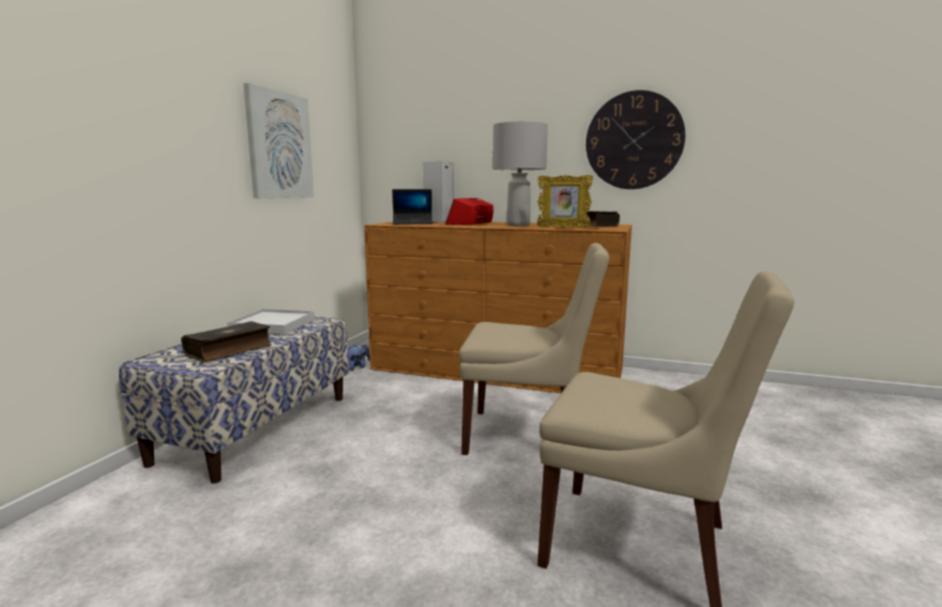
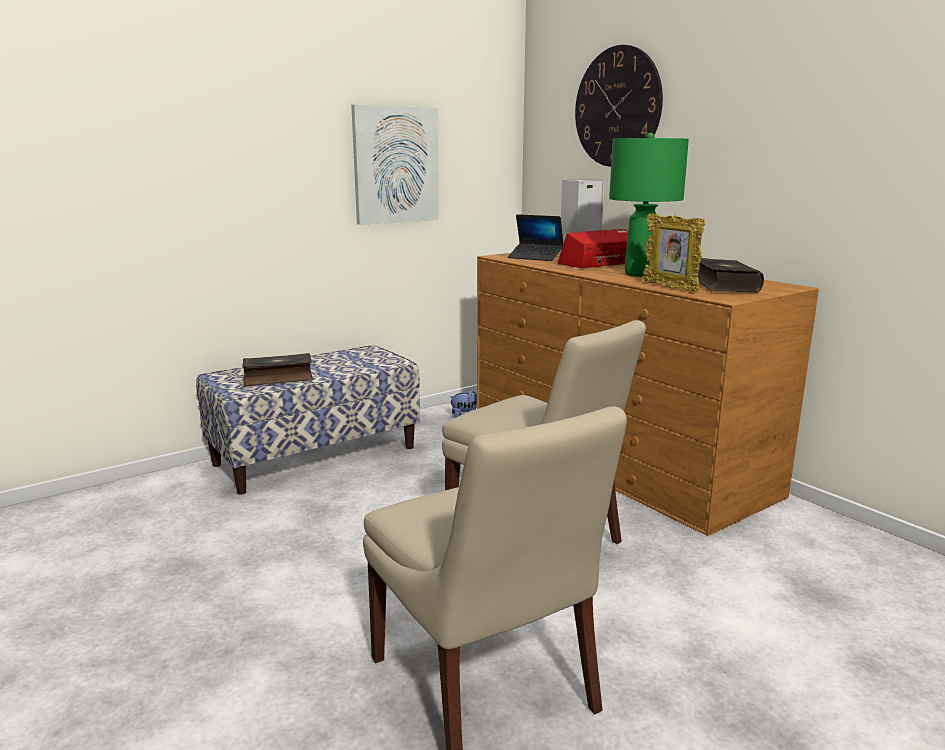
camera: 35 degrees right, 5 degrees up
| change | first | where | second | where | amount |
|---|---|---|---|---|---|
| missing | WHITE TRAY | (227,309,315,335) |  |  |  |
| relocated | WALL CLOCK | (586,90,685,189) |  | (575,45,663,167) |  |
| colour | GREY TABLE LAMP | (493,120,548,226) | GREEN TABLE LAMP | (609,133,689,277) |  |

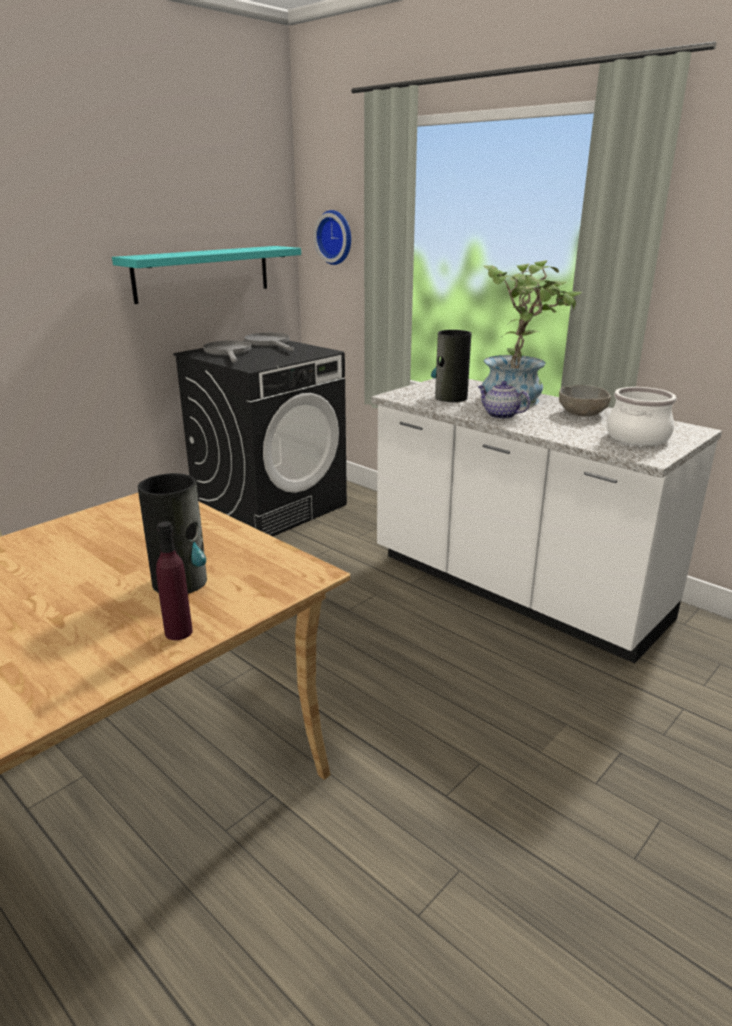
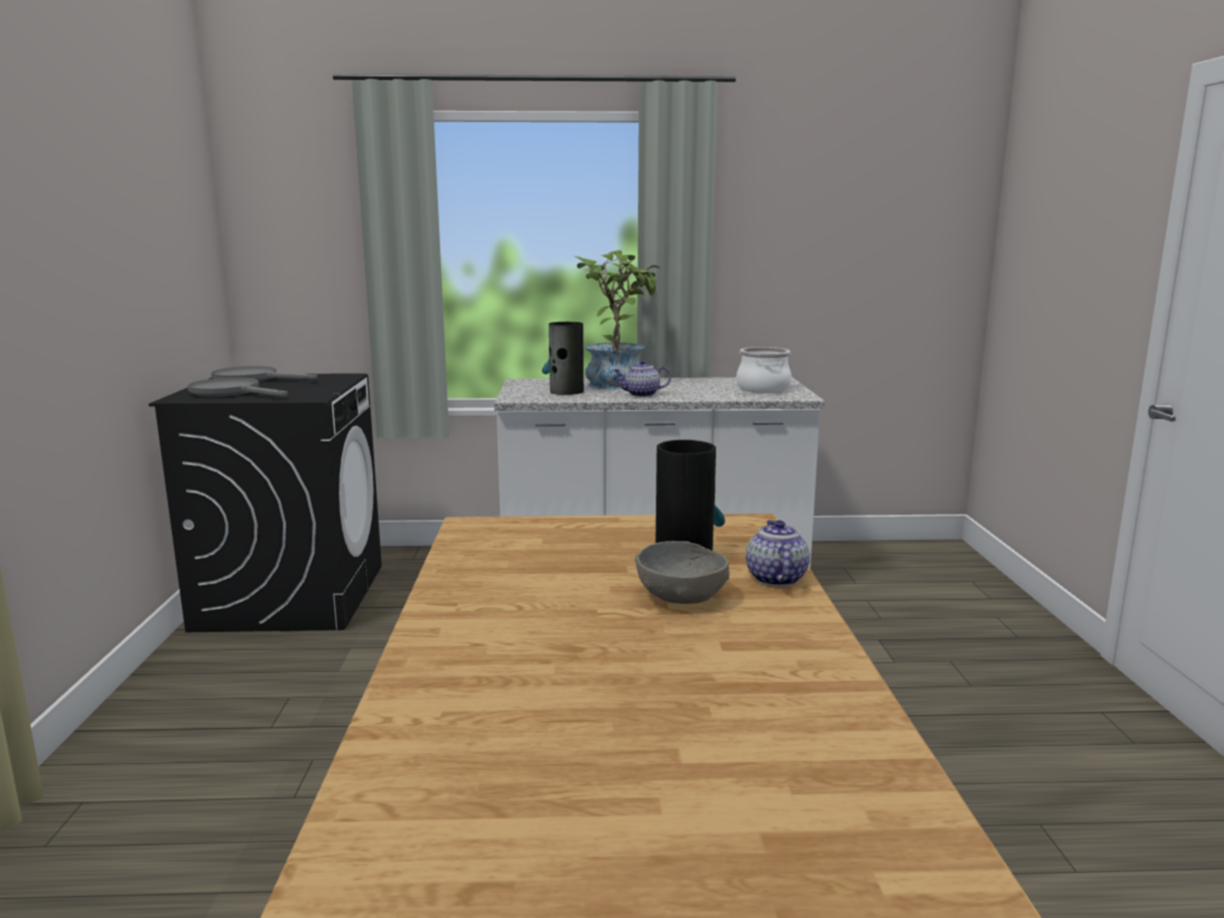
camera: 45 degrees left, 10 degrees down
| change | first | where | second | where | amount |
|---|---|---|---|---|---|
| missing | TURQUOISE SHELF | (112,246,301,304) |  |  |  |
| missing | WALL CLOCK | (314,210,351,265) |  |  |  |
| relocated | GREY BOWL | (559,385,611,416) |  | (635,541,730,604) |  |
| exchanged | PURPLE BOTTLE | (156,521,193,640) | TEAPOT | (746,520,810,586) |  |

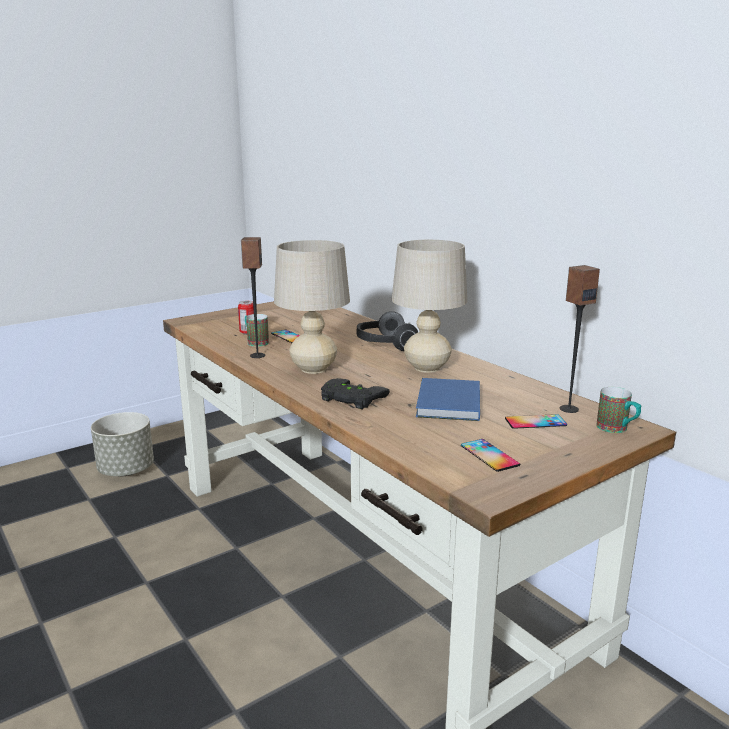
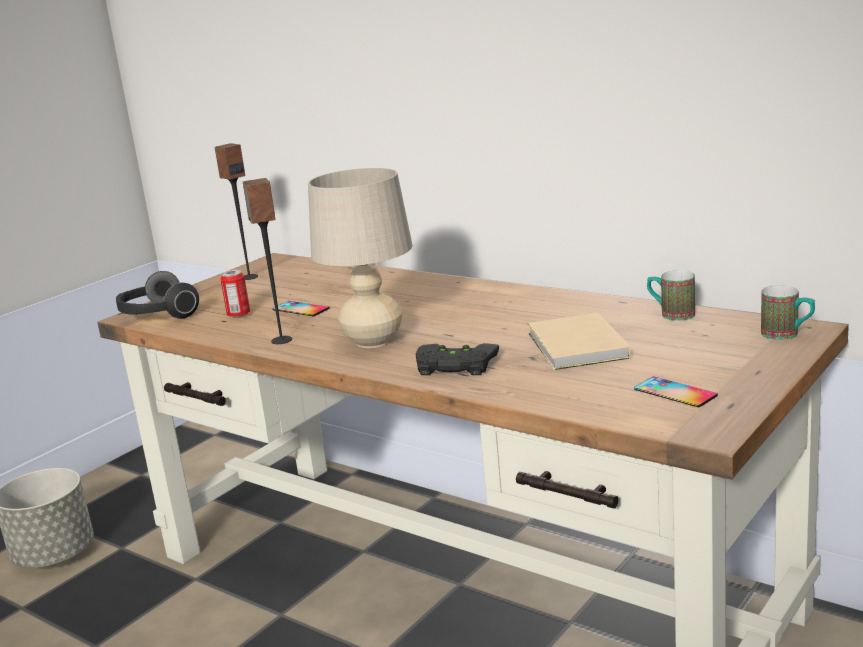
camera: 15 degrees left, 0 degrees up
| change | first | where | second | where | amount |
|---|---|---|---|---|---|
| missing | BEIGE TABLE LAMP | (392,240,467,373) |  |  |  |
| missing | PHONE | (505,414,567,429) |  |  |  |
| relocated | MUG | (245,314,269,346) |  | (647,270,695,321) |  |
| relocated | HEADPHONES | (357,311,418,351) |  | (116,271,199,319) |  |
| relocated | SPEAKER | (560,265,600,413) |  | (215,143,258,280) |  |
| colour | BLUE BOOK | (416,378,480,421) | BEIGE BOOK | (528,313,631,370) |  |

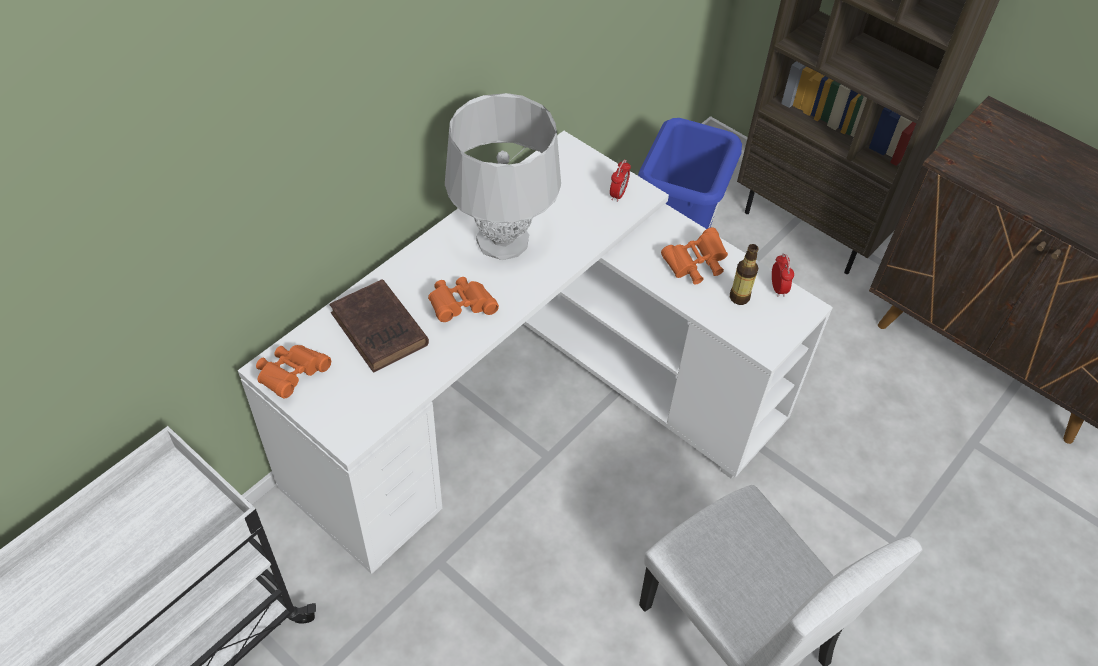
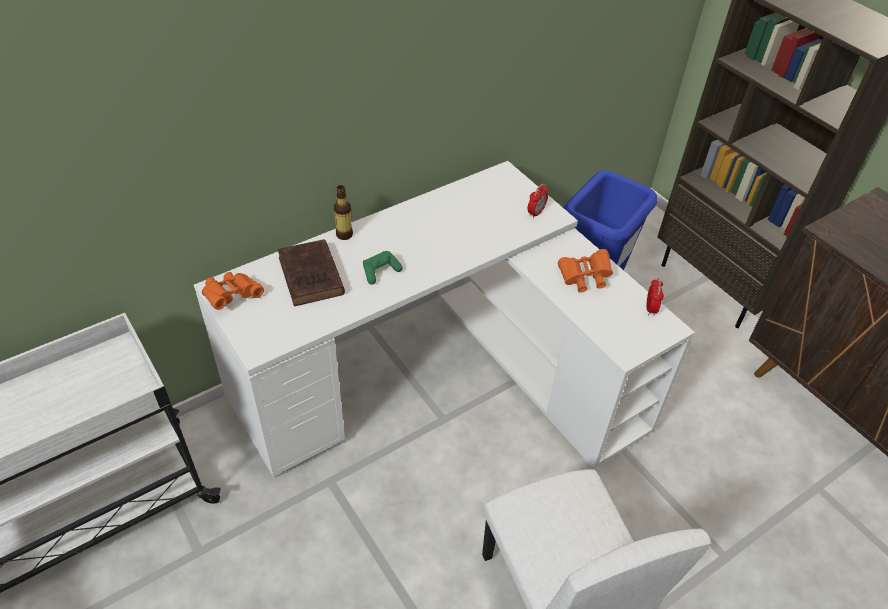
camera: 15 degrees right, 5 degrees down
| change | first | where | second | where | amount |
|---|---|---|---|---|---|
| missing | GREY TABLE LAMP | (445,93,561,260) |  |  |  |
| relocated | BOTTLE | (730,244,759,305) |  | (334,185,353,240) |  |
| exchanged | ORANGE BINOCULARS | (428,277,499,322) | GREEN GAME CONTROLLER | (363,251,403,285) |  |

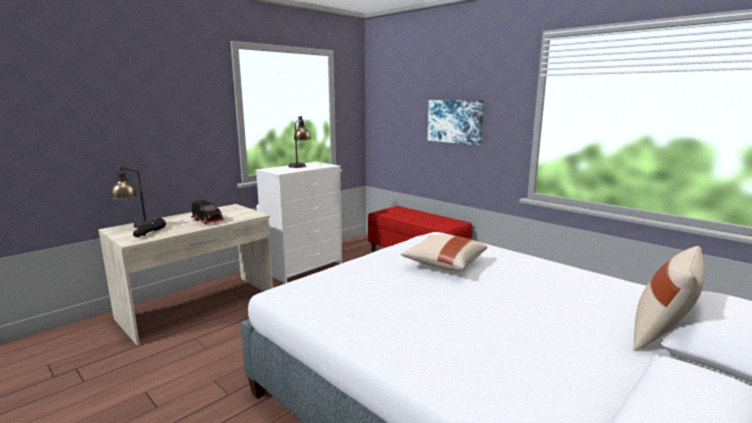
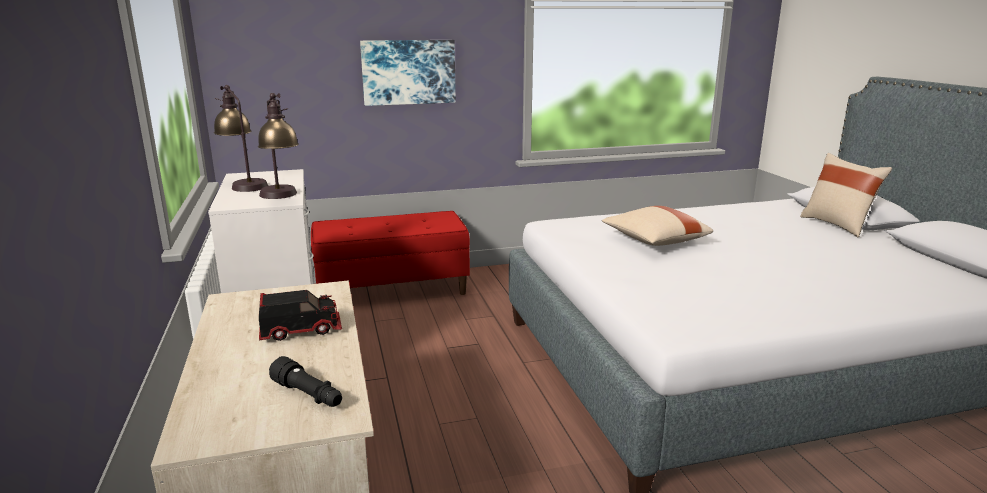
camera: 60 degrees left, 5 degrees up
| change | first | where | second | where | amount |
|---|---|---|---|---|---|
| relocated | TABLE LAMP | (110,166,155,228) |  | (258,93,299,199) |  |

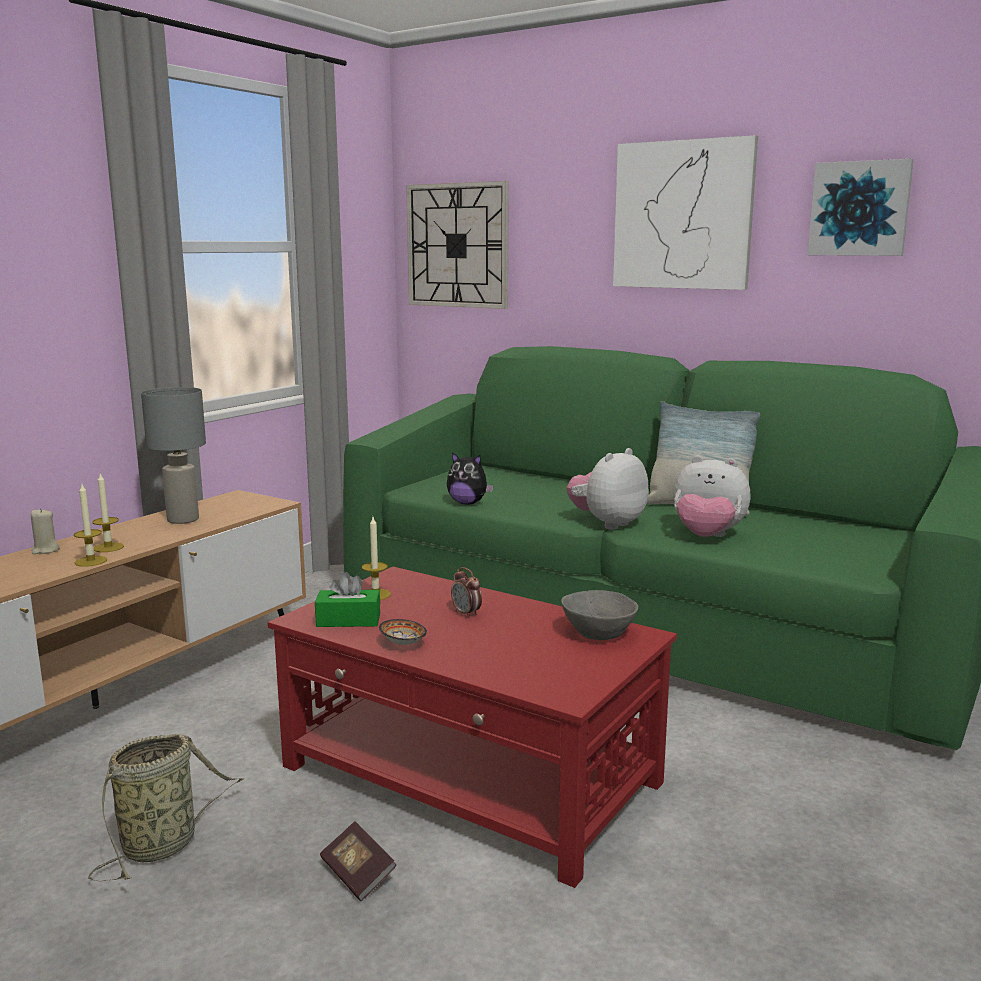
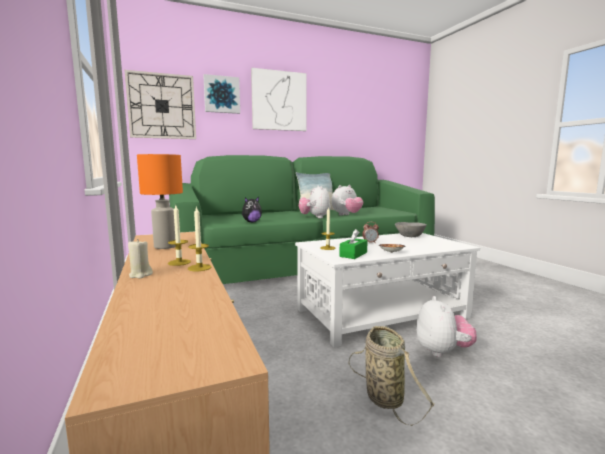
camera: 55 degrees left, 5 degrees down
| change | first | where | second | where | amount |
|---|---|---|---|---|---|
| relocated | PICTURE | (808,159,914,256) |  | (203,74,240,114) |  |
| exchanged | BOOK | (320,821,397,901) | PLUSH TOY | (417,296,477,357) |  |
| colour | GREY TABLE LAMP | (141,387,206,524) | ORANGE TABLE LAMP | (137,154,183,249) |  |
| colour | RED COFFEE TABLE | (268,567,677,888) | WHITE COFFEE TABLE | (295,233,480,347) |  |

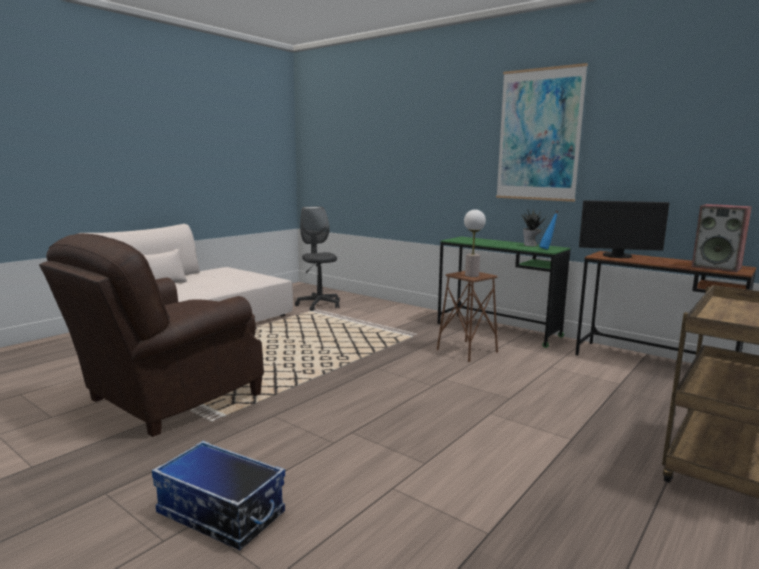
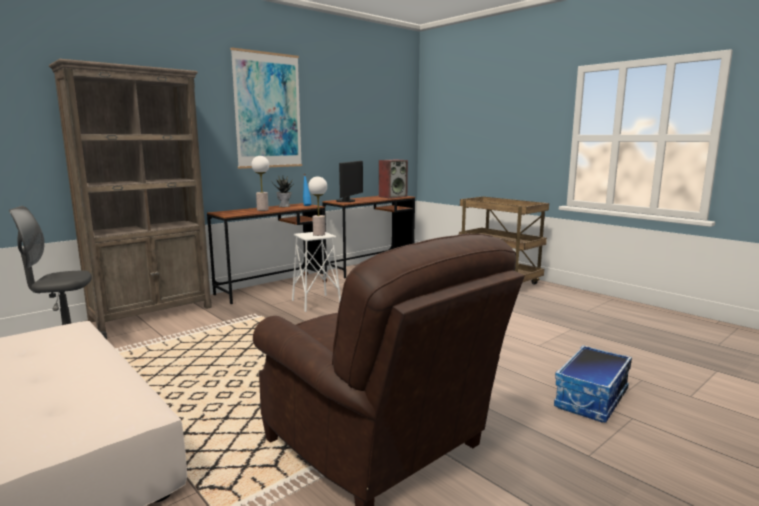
camera: 80 degrees left, 0 degrees up
| change | first | where | second | where | amount |
|---|---|---|---|---|---|
| appeared |  |  | BROWN BOOKCASE | (49,59,212,332) |  |
| appeared |  |  | TABLE LAMP | (251,156,269,211) |  |
| colour | BROWN STOOL | (437,271,498,362) | WHITE STOOL | (292,232,341,312) |  |
| colour | GREEN DESK | (438,237,571,348) | BROWN DESK | (207,203,327,304) |  |

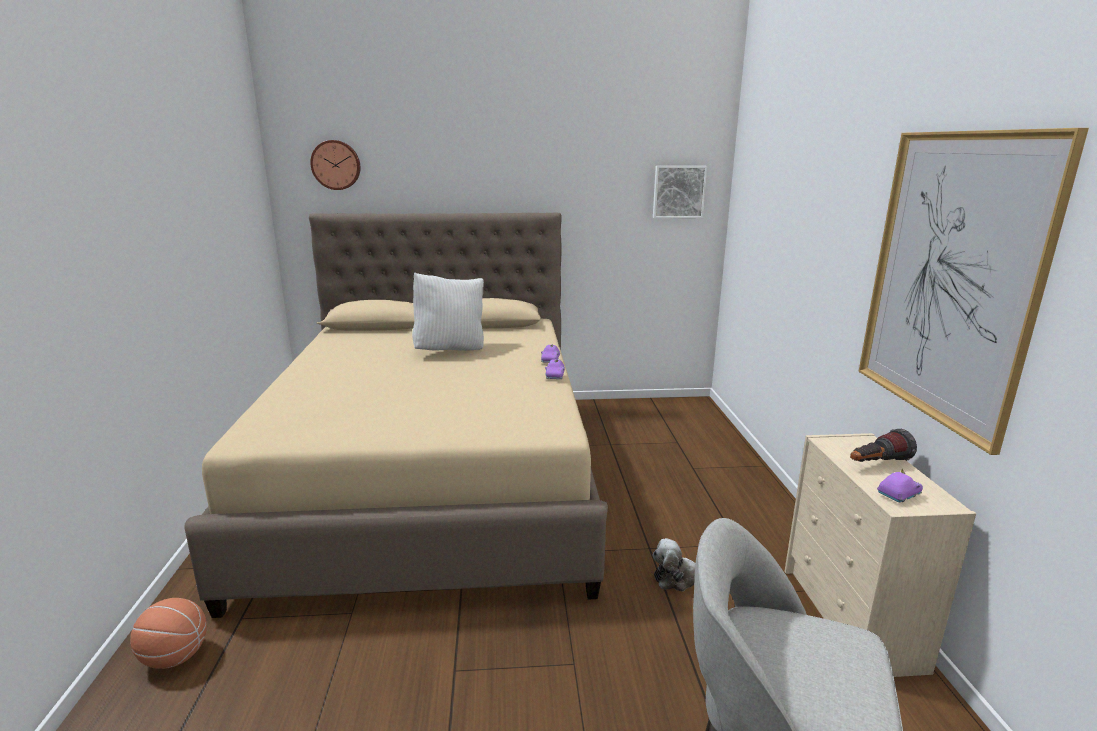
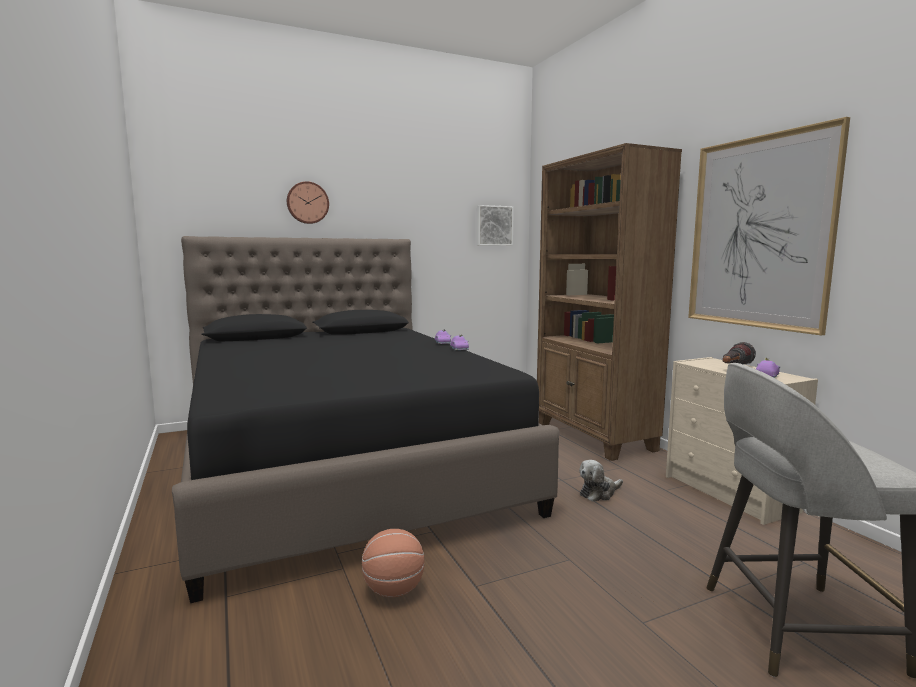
camera: 20 degrees left, 10 degrees down
| change | first | where | second | where | amount |
|---|---|---|---|---|---|
| missing | WHITE PILLOW | (412,272,484,351) |  |  |  |
| appeared |  |  | BROWN BOOKCASE | (537,143,682,461) |  |
| relocated | BASKETBALL | (130,598,207,669) |  | (362,529,424,597) |  |
| relocated | WALL CLOCK | (310,140,361,190) |  | (287,181,329,224) |  |
| colour | BEIGE BED | (184,213,608,618) | BLACK BED | (172,236,559,603) |  |

